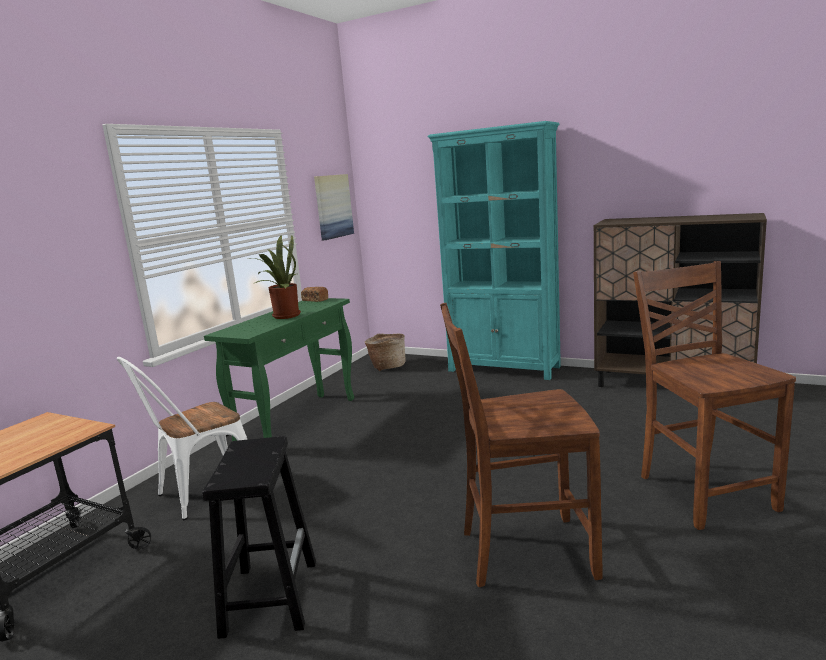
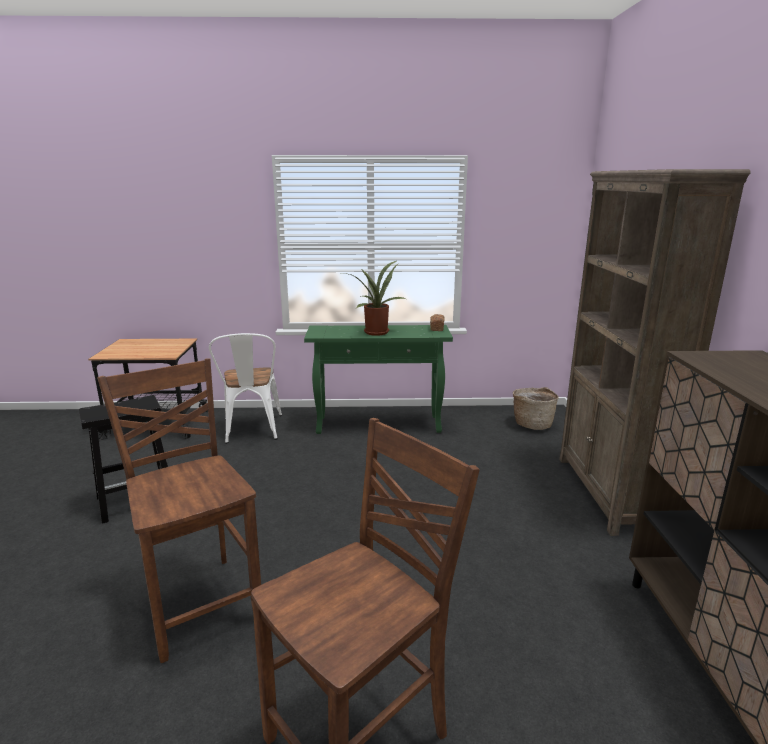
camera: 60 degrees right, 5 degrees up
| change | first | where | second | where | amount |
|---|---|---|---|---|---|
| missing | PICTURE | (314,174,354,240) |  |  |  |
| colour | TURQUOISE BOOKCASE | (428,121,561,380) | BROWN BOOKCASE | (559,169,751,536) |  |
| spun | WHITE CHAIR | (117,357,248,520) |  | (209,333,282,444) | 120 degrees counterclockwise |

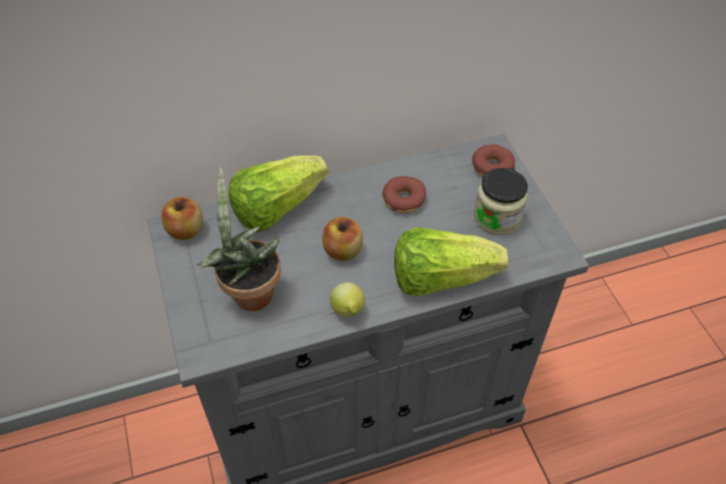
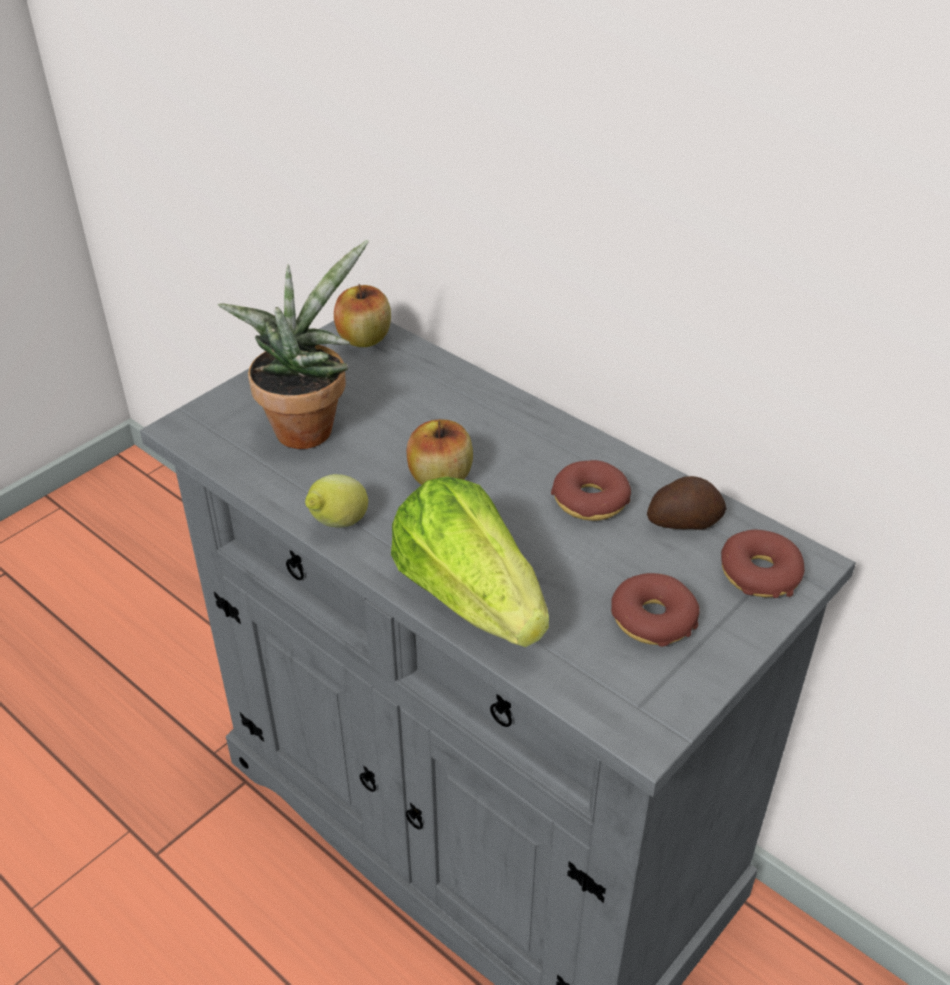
camera: 60 degrees right, 10 degrees down
| change | first | where | second | where | amount |
|---|---|---|---|---|---|
| missing | LETTUCE | (228,155,328,233) |  |  |  |
| appeared |  |  | POTATO | (647,476,726,530) |  |
| exchanged | JAR | (474,168,528,235) | DONUT | (611,573,700,647) |  |

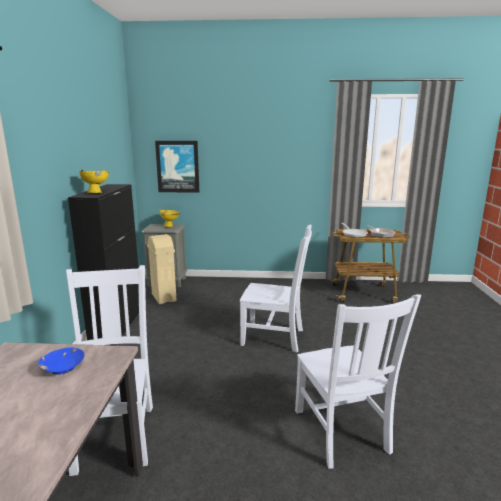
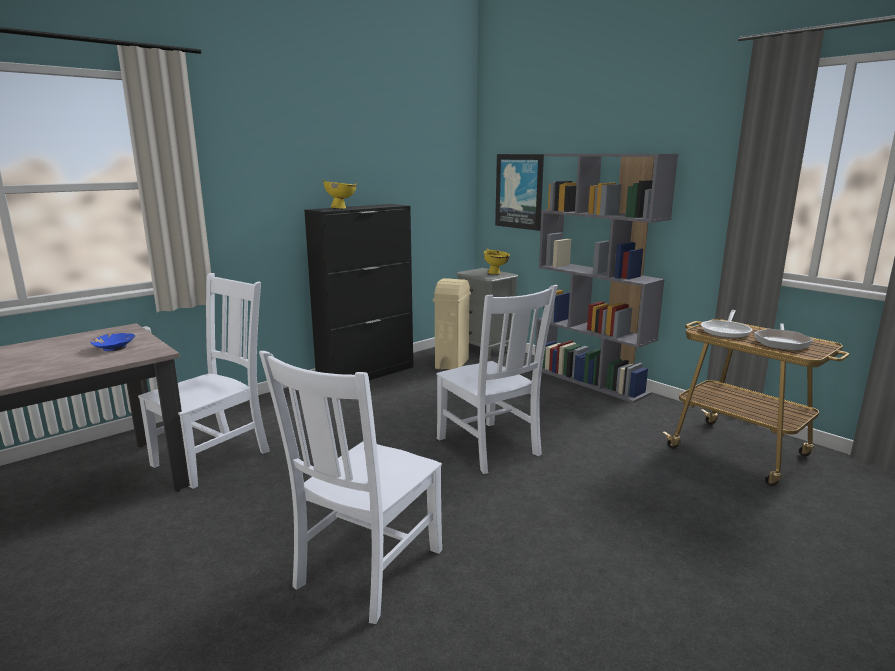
camera: 45 degrees right, 0 degrees up
| change | first | where | second | where | amount |
|---|---|---|---|---|---|
| appeared |  |  | GREY BOOKCASE | (535,154,678,403) |  |

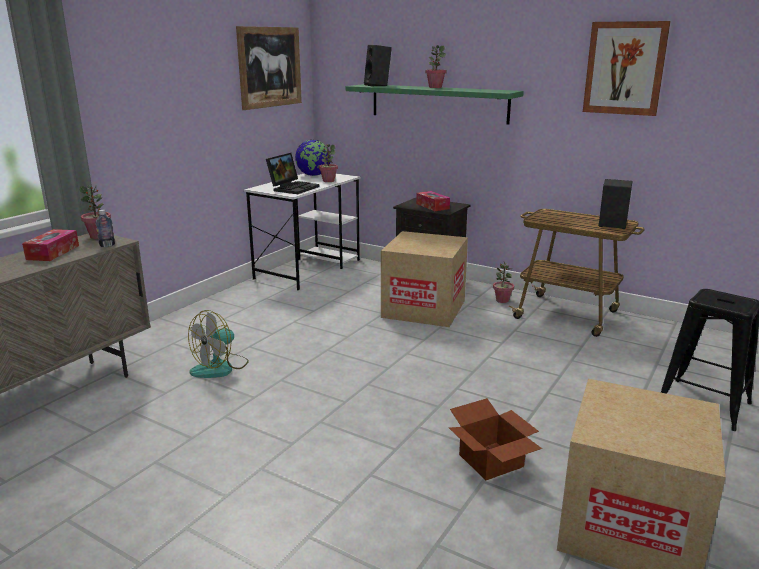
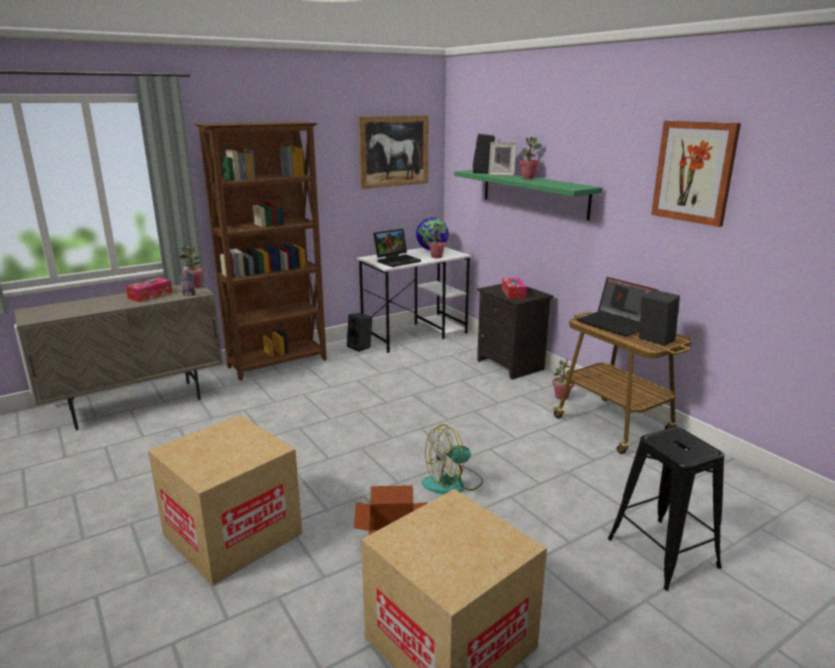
camera: 25 degrees right, 0 degrees up
| change | first | where | second | where | amount |
|---|---|---|---|---|---|
| appeared |  |  | BROWN BOOKCASE | (194,121,327,381) |  |
| appeared |  |  | BLACK SPEAKER | (347,313,372,352) |  |
| appeared |  |  | PICTURE FRAME | (488,142,517,176) |  |
| appeared |  |  | LAPTOP | (577,277,659,336) |  |
| relocated | FAN | (188,310,249,378) |  | (422,424,483,495) |  |
| relocated | CARDBOARD BOX | (381,231,468,327) |  | (148,415,302,586) |  |

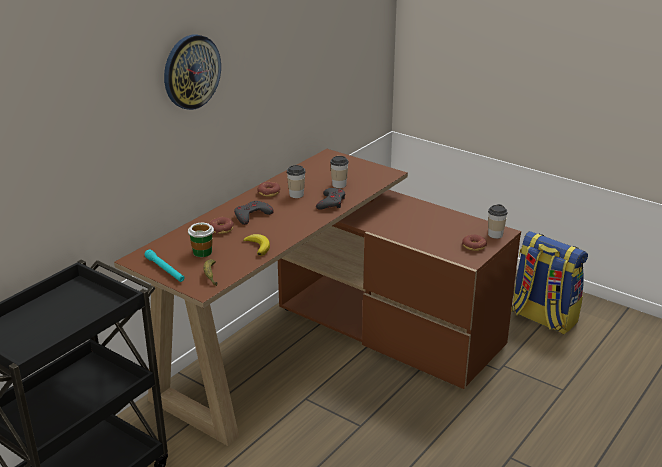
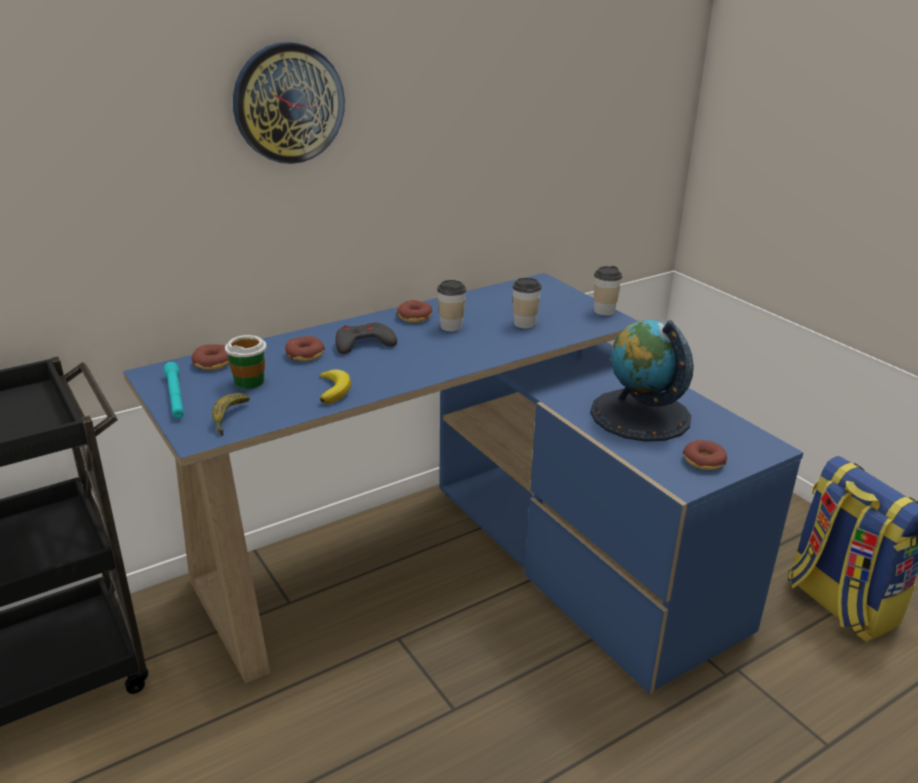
camera: 20 degrees right, 0 degrees up
| change | first | where | second | where | amount |
|---|---|---|---|---|---|
| missing | GREY GAME CONTROLLER | (316,188,345,210) |  |  |  |
| appeared |  |  | DONUT | (192,344,229,370) |  |
| appeared |  |  | GLOBE | (590,320,694,442) |  |
| relocated | CUP | (488,204,508,239) |  | (594,266,622,316) |  |
| colour | BROWN DESK | (114,149,521,446) | BLUE DESK | (123,273,803,694) |  |

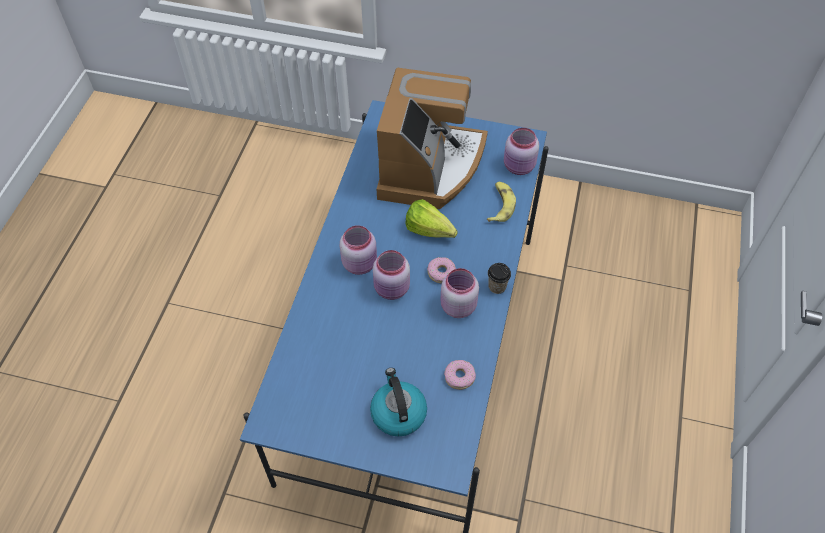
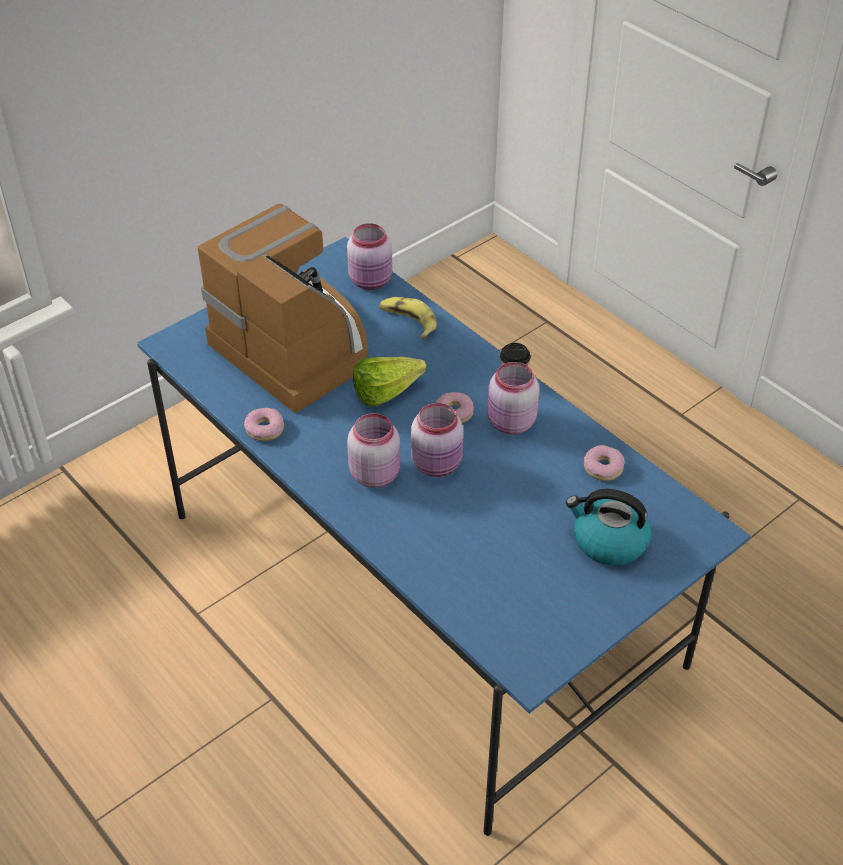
camera: 55 degrees left, 10 degrees down
| change | first | where | second | where | amount |
|---|---|---|---|---|---|
| appeared |  |  | DONUT | (244,408,284,441) |  |

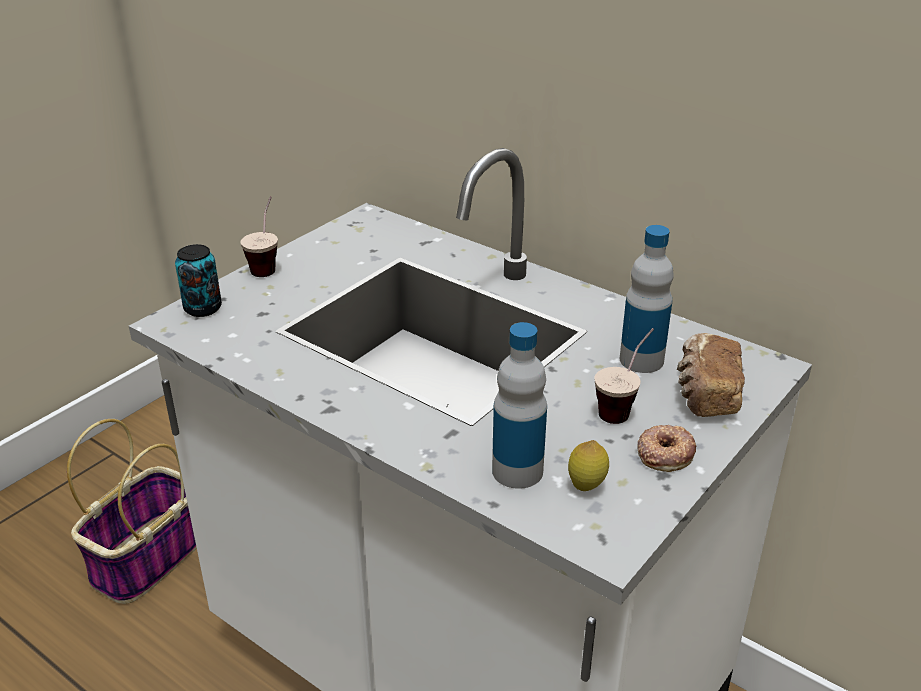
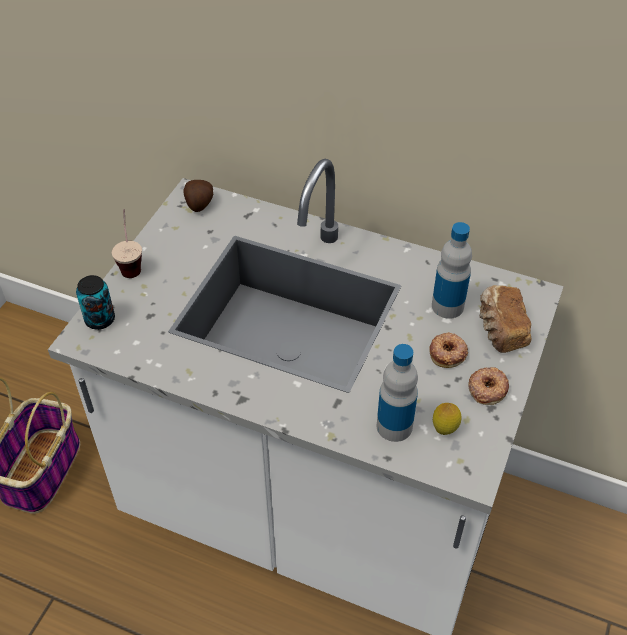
camera: 15 degrees left, 15 degrees up
| change | first | where | second | where | amount |
|---|---|---|---|---|---|
| appeared |  |  | POTATO | (183,180,213,212) |  |
| exchanged | CUP | (594,328,654,424) | DONUT | (429,332,468,368) |  |

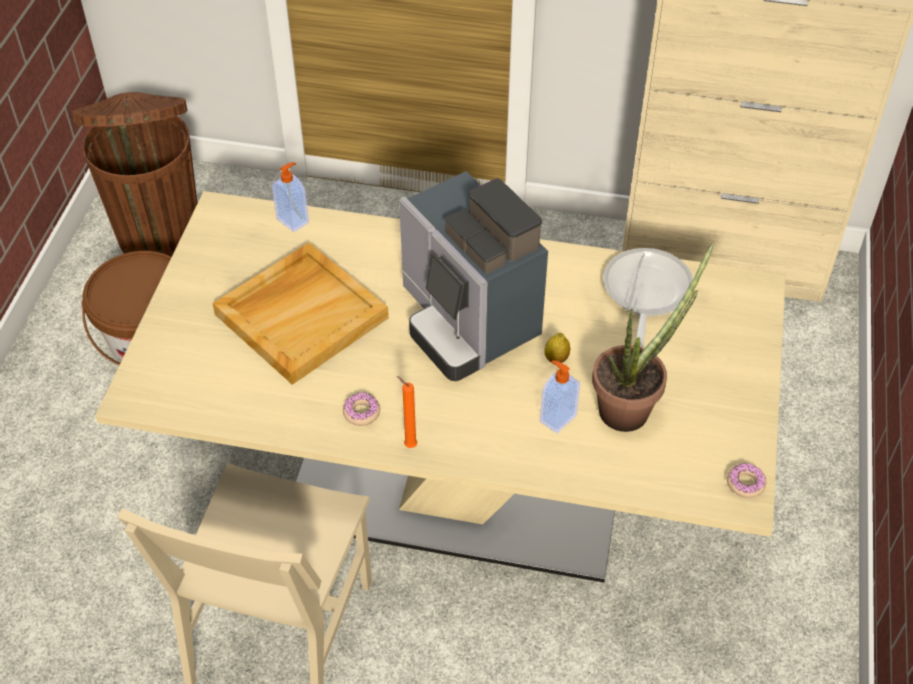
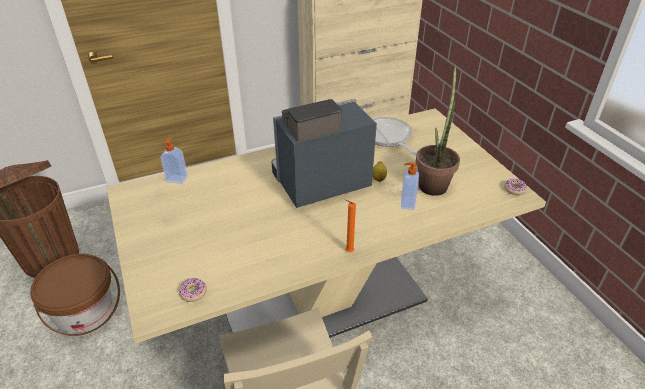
camera: 35 degrees left, 10 degrees down
| change | first | where | second | where | amount |
|---|---|---|---|---|---|
| missing | BEIGE TRAY | (213,243,389,385) |  |  |  |
| relocated | DONUT | (343,393,380,426) |  | (179,278,207,302) |  |
| spun | COFFEE MACHINE | (399,171,548,381) |  | (271,99,377,208) | 135 degrees clockwise |

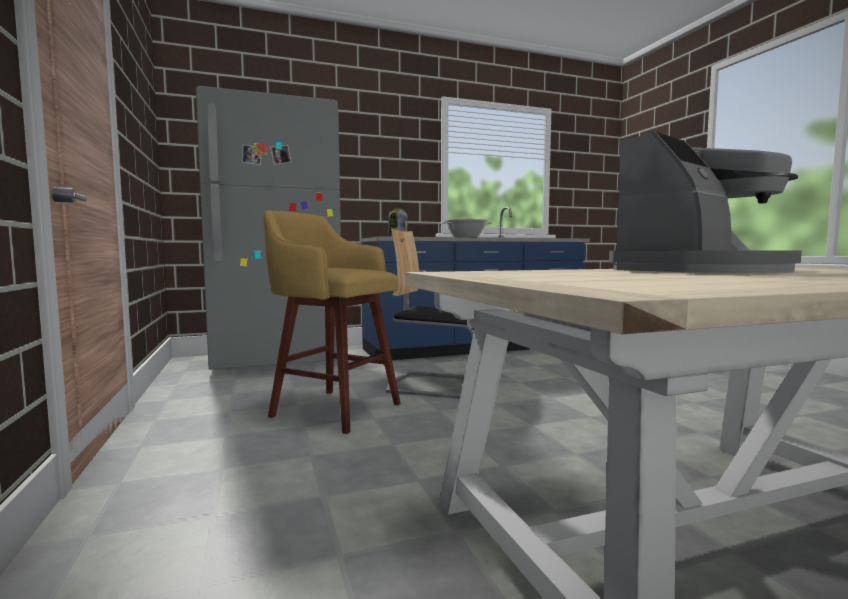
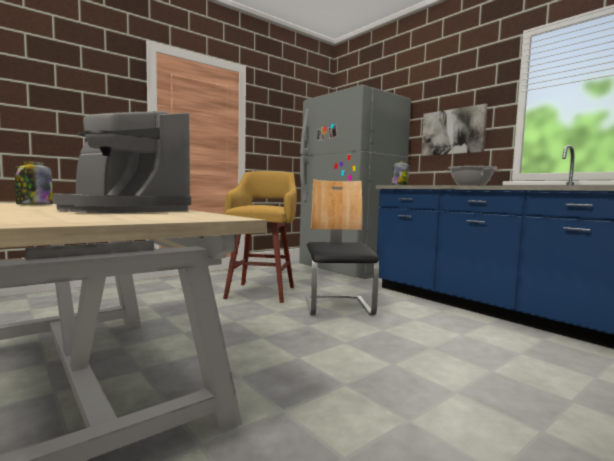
camera: 70 degrees right, 0 degrees up
| change | first | where | second | where | amount |
|---|---|---|---|---|---|
| appeared |  |  | JAR | (15,161,53,205) |  |
| appeared |  |  | PICTURE | (421,103,487,156) |  |

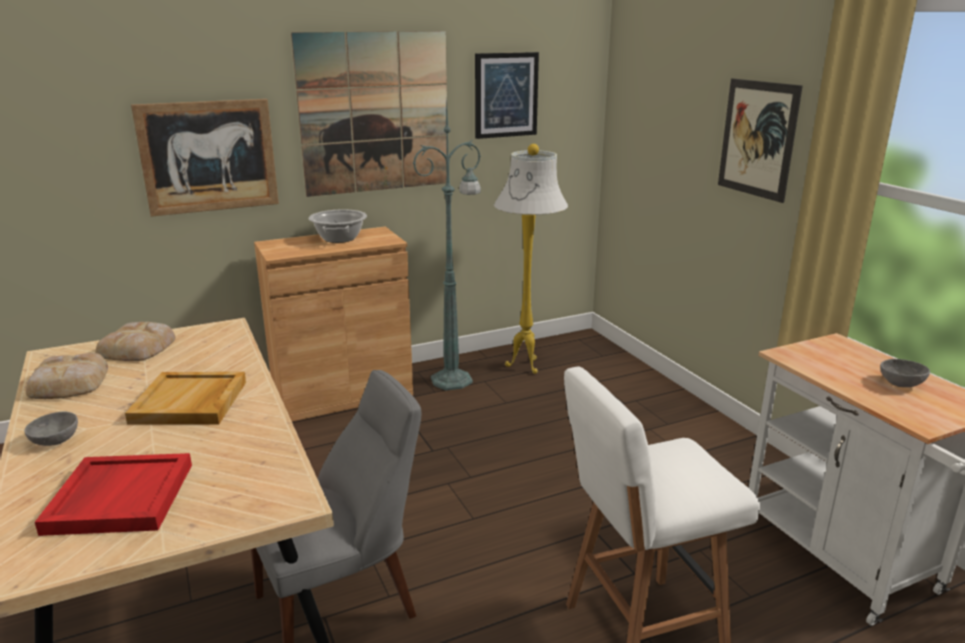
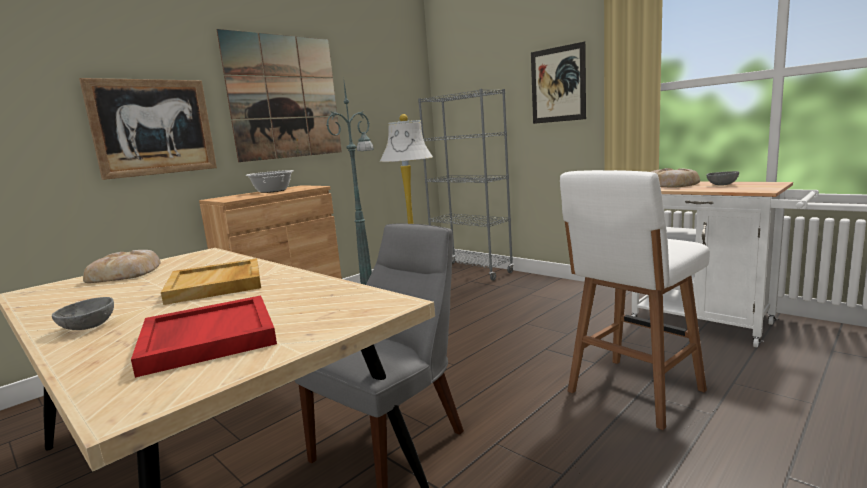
camera: 20 degrees left, 10 degrees down
| change | first | where | second | where | amount |
|---|---|---|---|---|---|
| missing | PICTURE | (475,52,539,139) |  |  |  |
| appeared |  |  | GREY BOOKCASE | (418,89,514,281) |  |
| relocated | BREAD | (26,353,108,399) |  | (651,168,700,187) |  |

